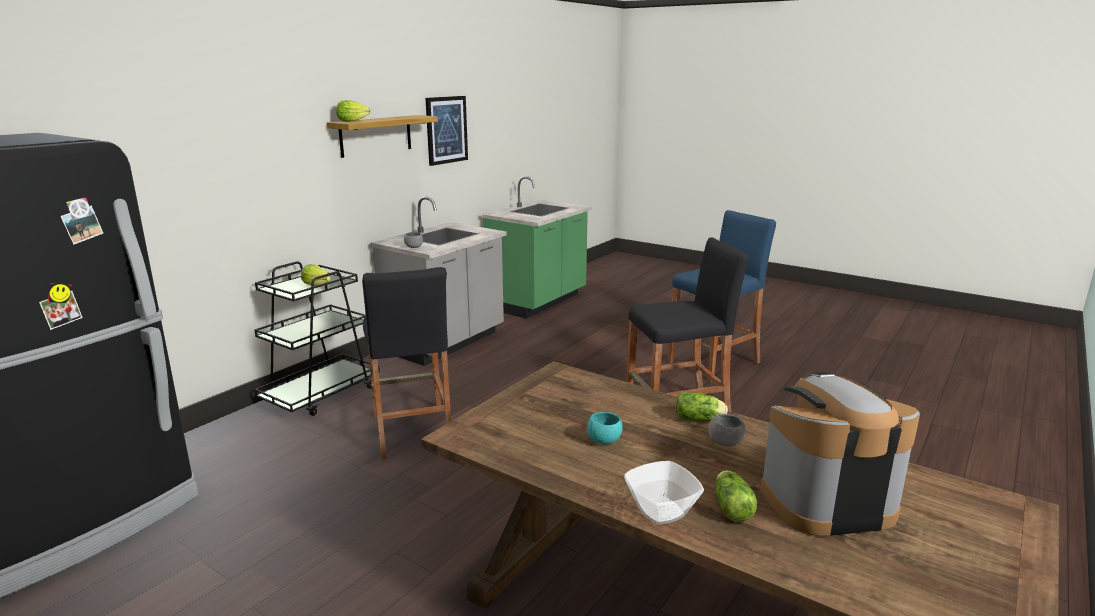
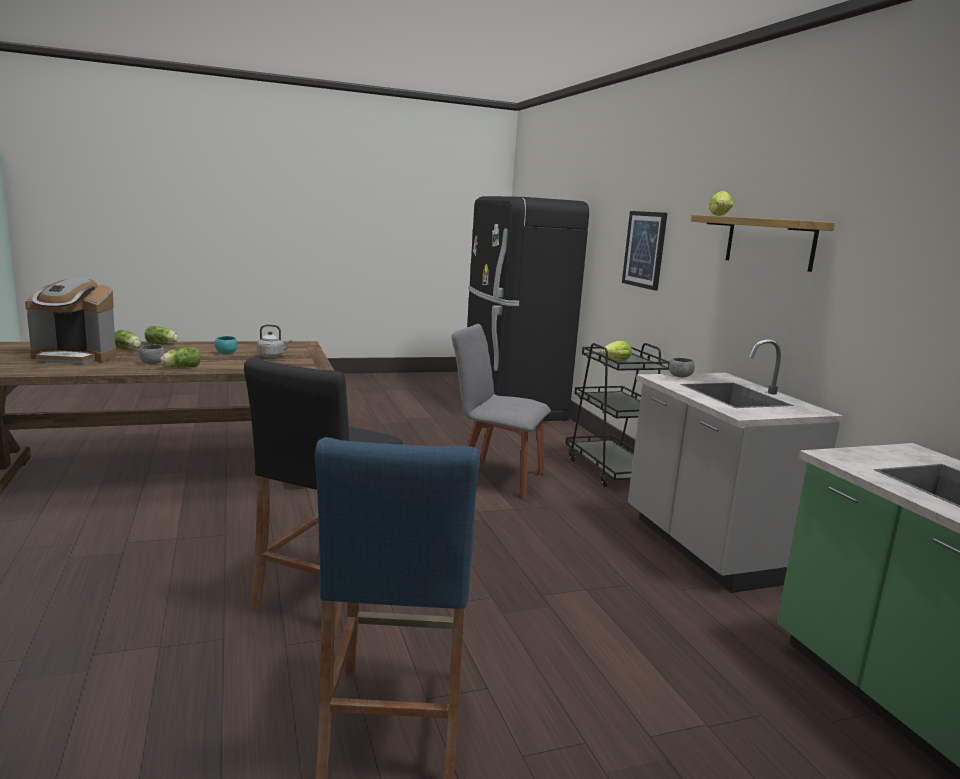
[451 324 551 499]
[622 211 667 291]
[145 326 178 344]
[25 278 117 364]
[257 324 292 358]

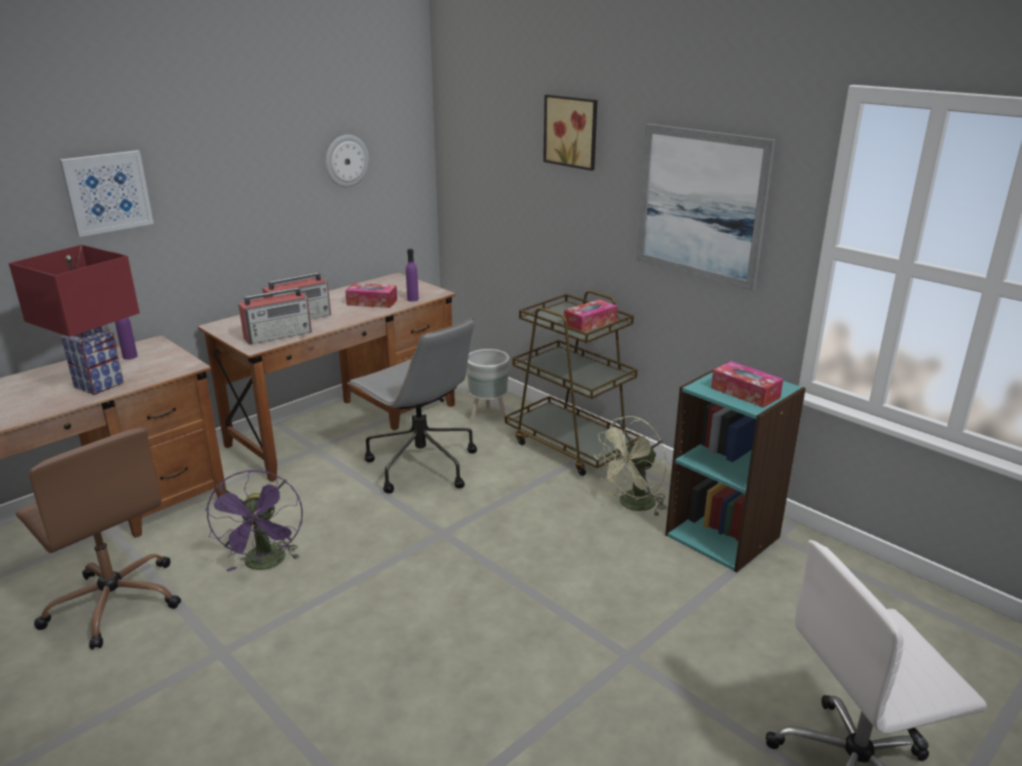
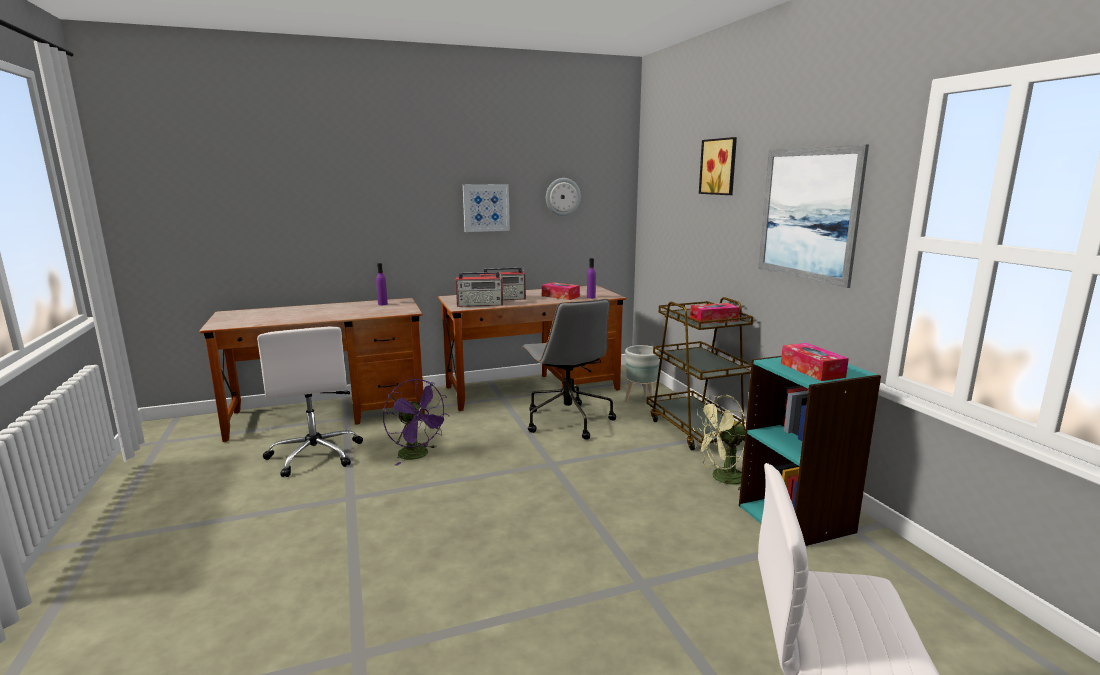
[9 245 140 395] (first image)
[257 327 363 477]
[463 184 510 232]
[383 379 449 466]

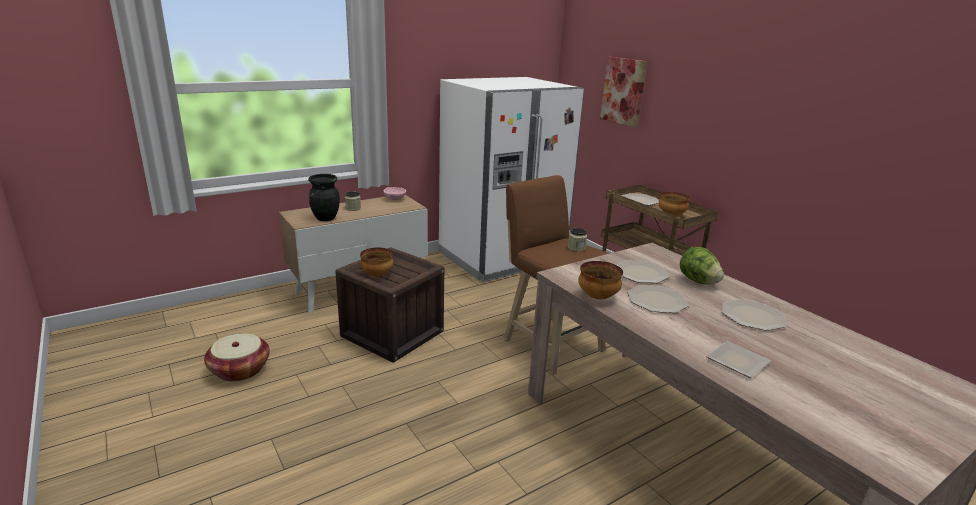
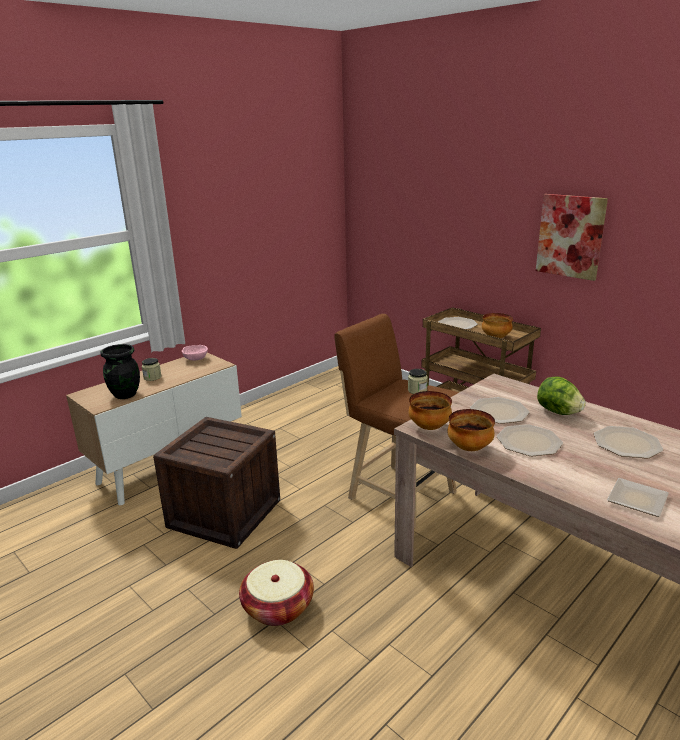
[239 560 314 626]
[408 391 452 430]
[439 77 584 282] (first image)
[536 194 608 281]

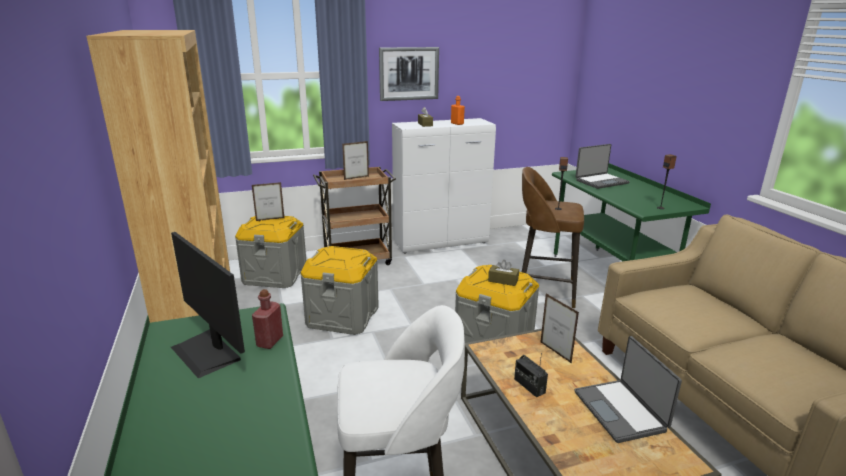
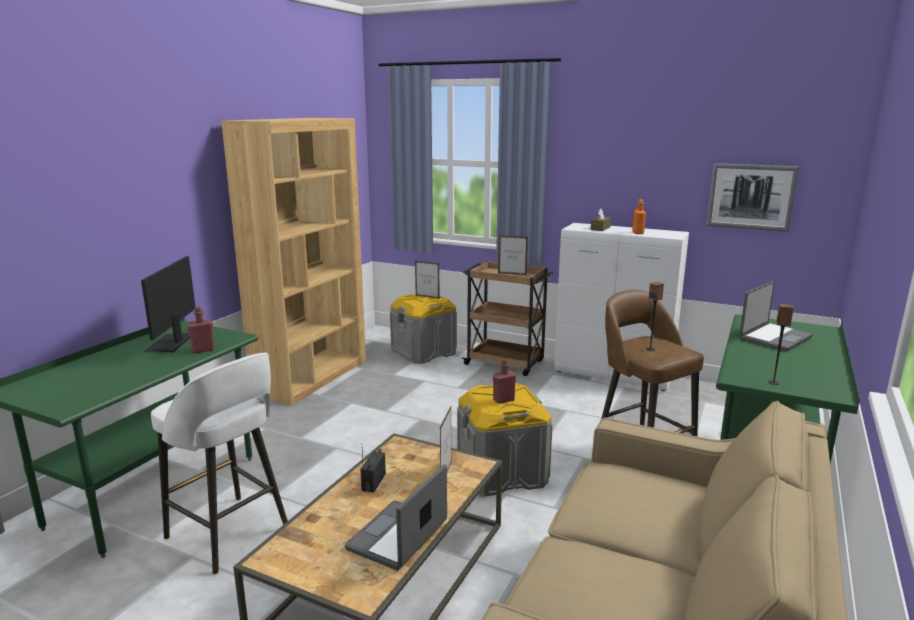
[301 246 379 335] (first image)
[706 163 799 232]
[493 359 516 404]
[740 281 813 351]

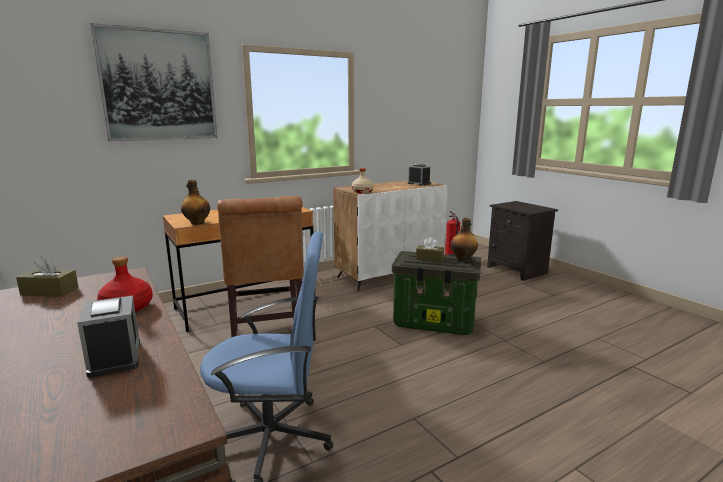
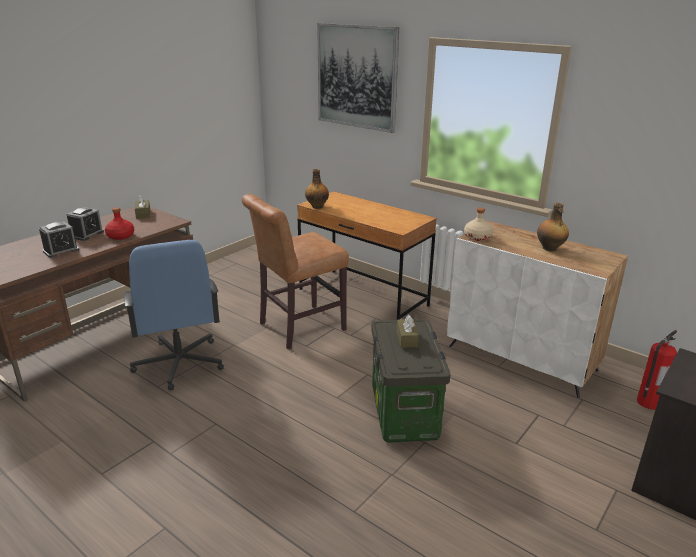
[67 207 104 241]
[537 203 569 251]

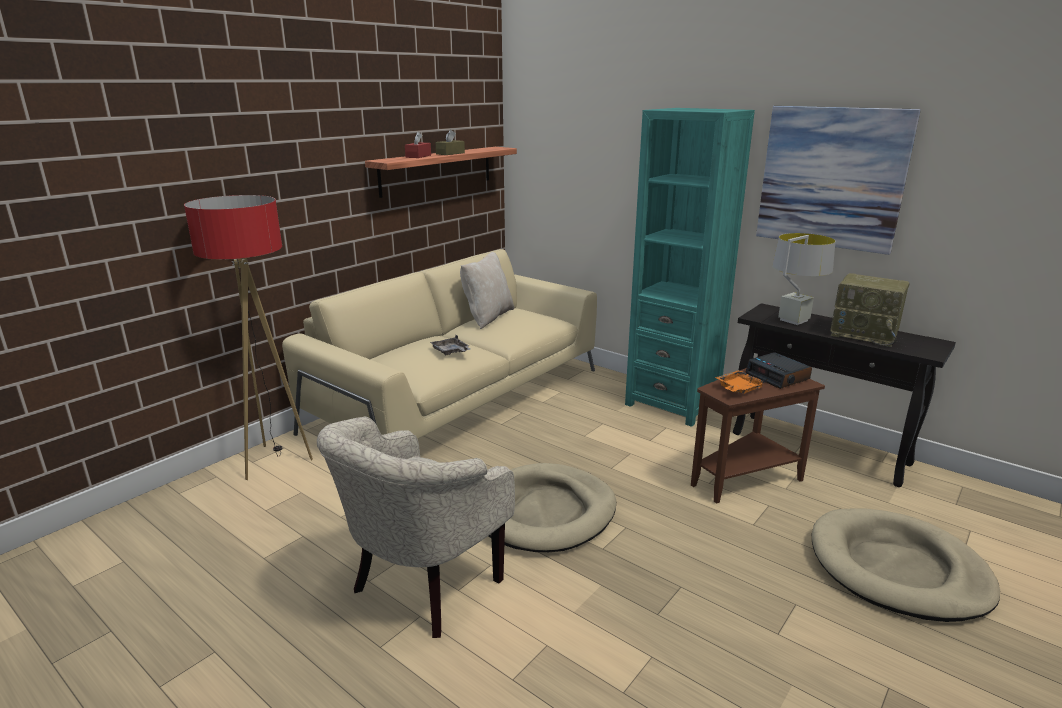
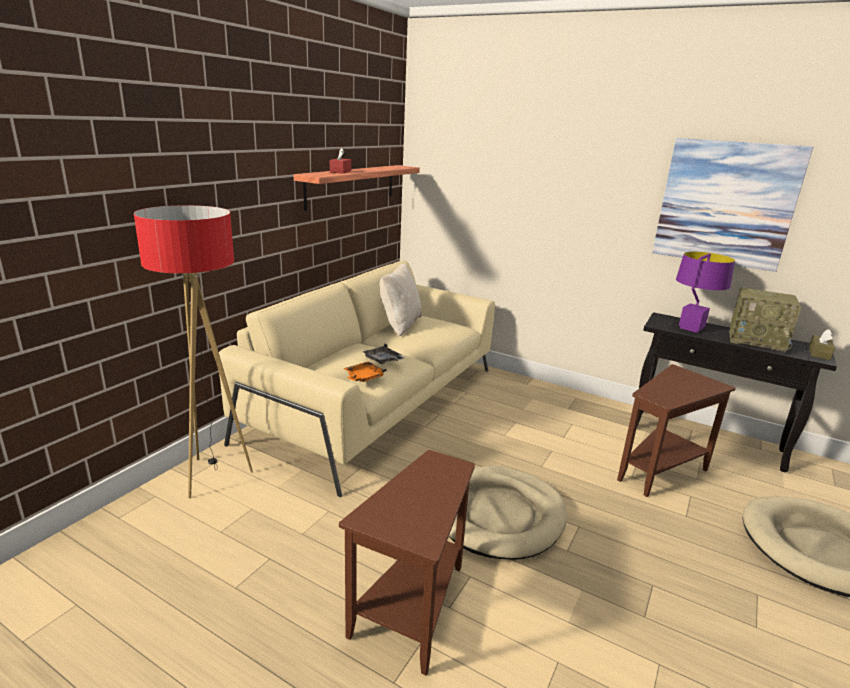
[339 450 475 676]
[809 329 835 360]
[625 108 755 427] (first image)
[344 361 387 382]
[746 352 812 389] (first image)
[676 252 735 333]

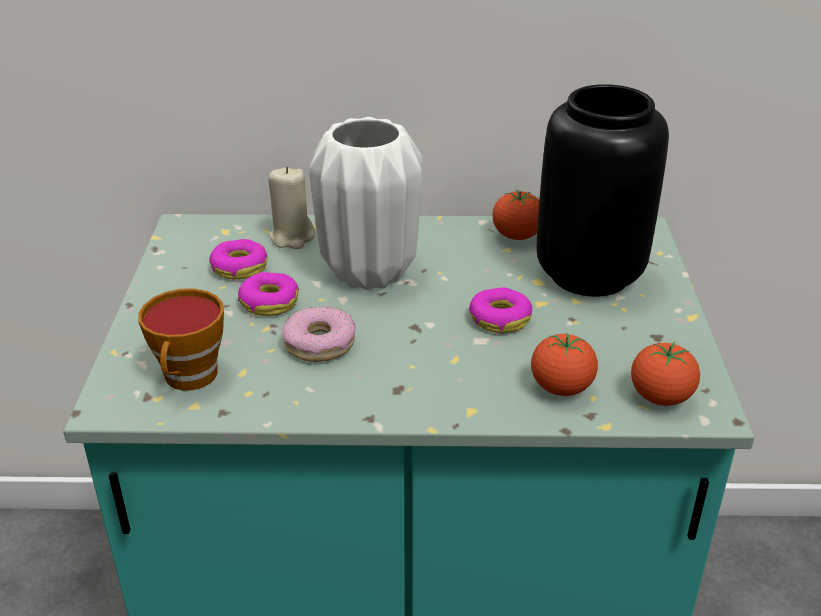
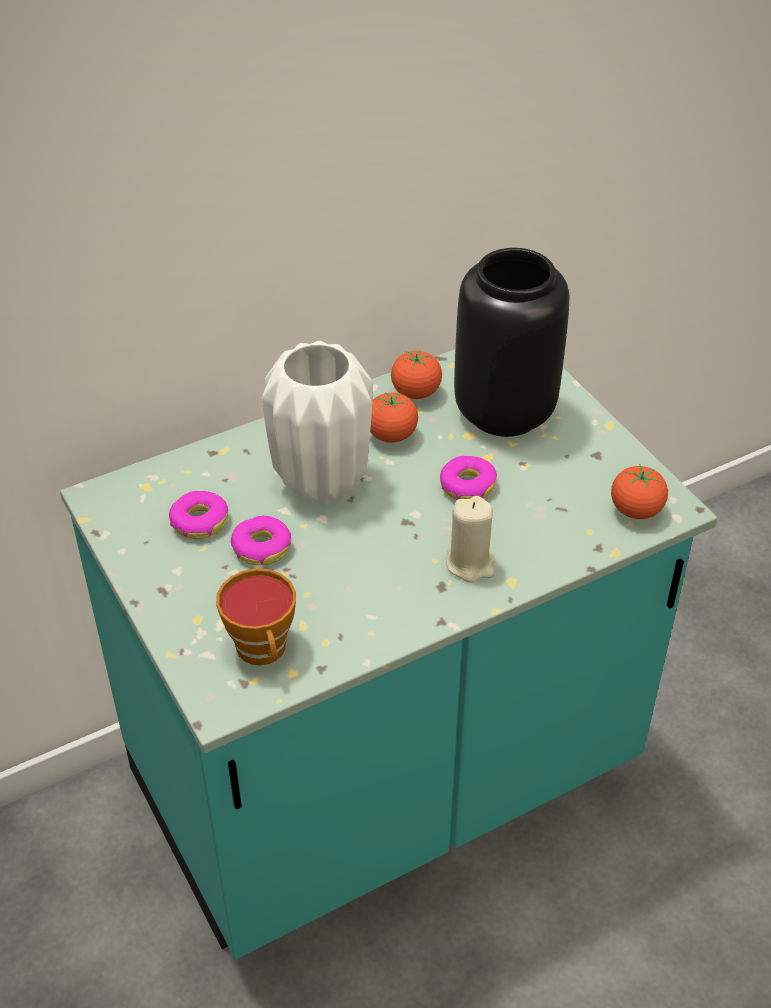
[446 496 495 583]
[282 307 356 362] (first image)
[370 392 418 443]

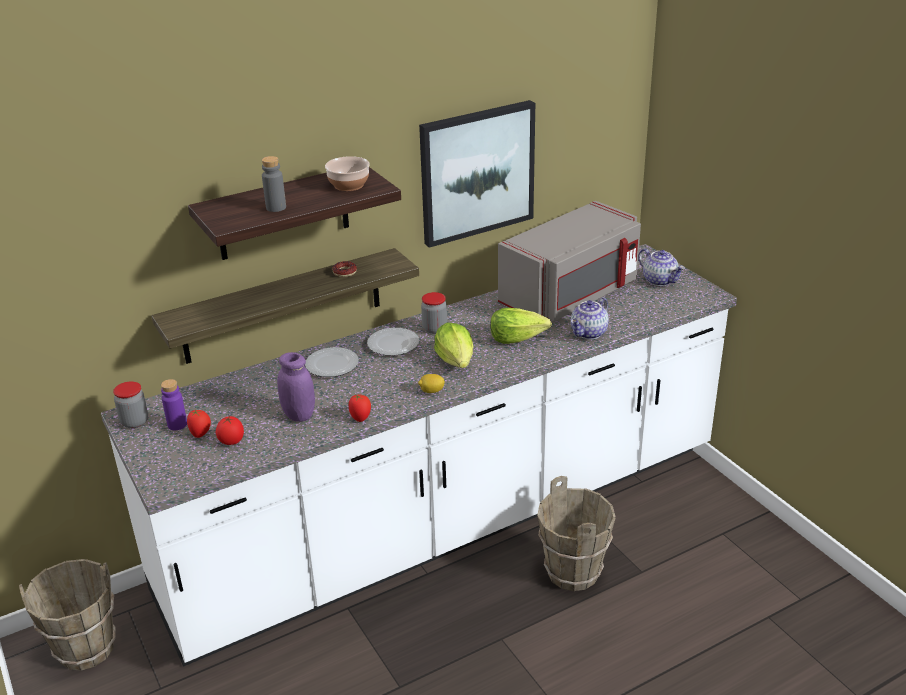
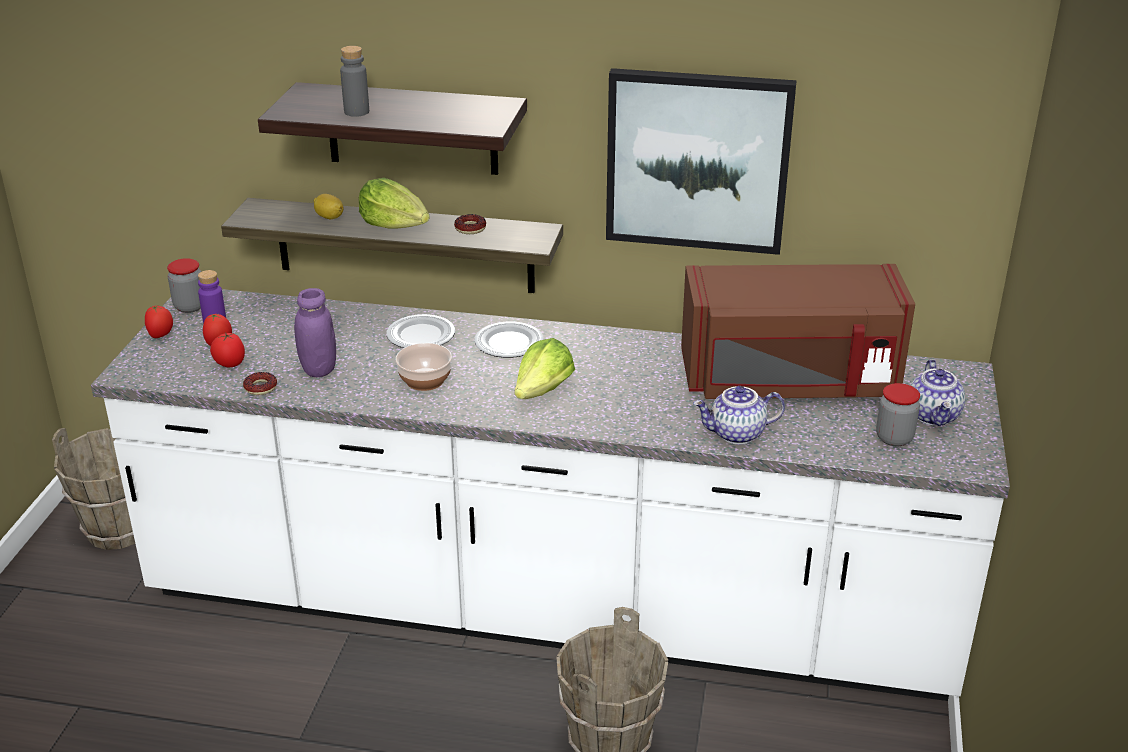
[395 343 452 391]
[145 305 173 338]
[314 194 343 219]
[876 383 920 446]
[359 178 430 228]
[681 264 915 399]
[243 372 277 395]

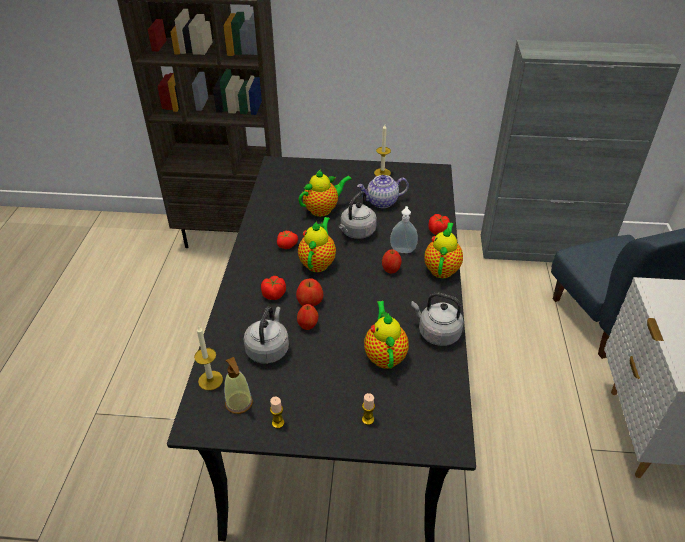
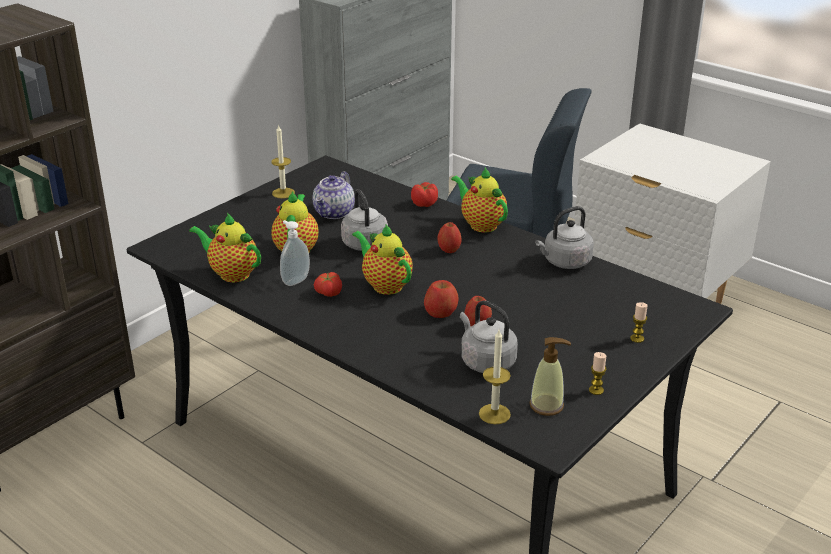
[261 276 286 300] (first image)
[189 213 261 282]
[280 220 310 286]

